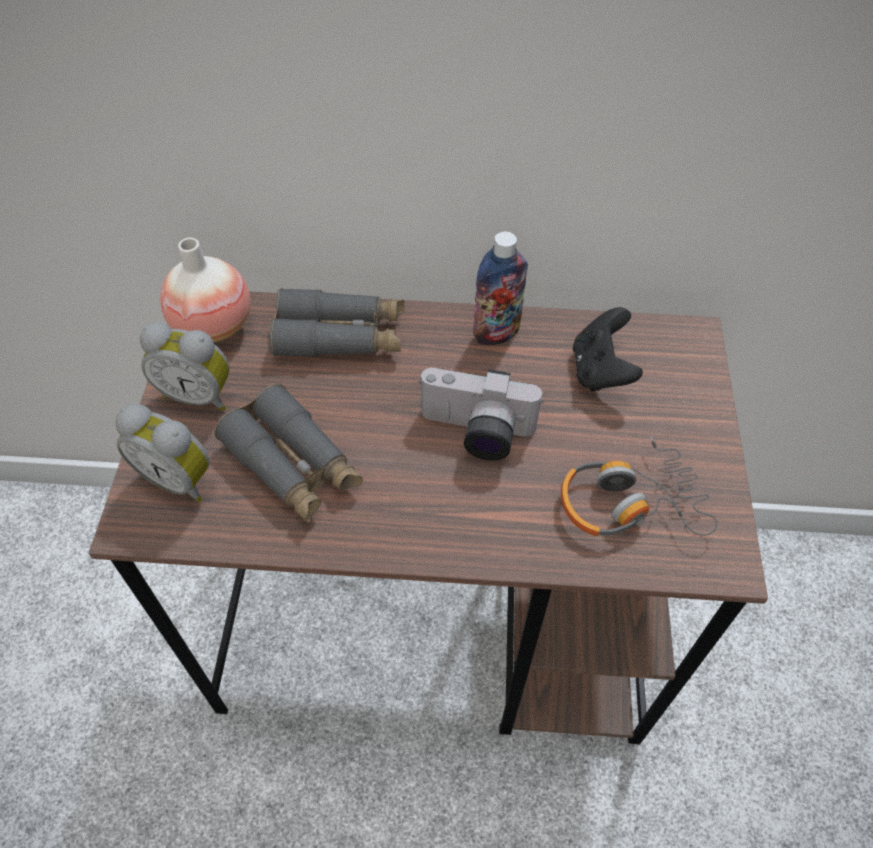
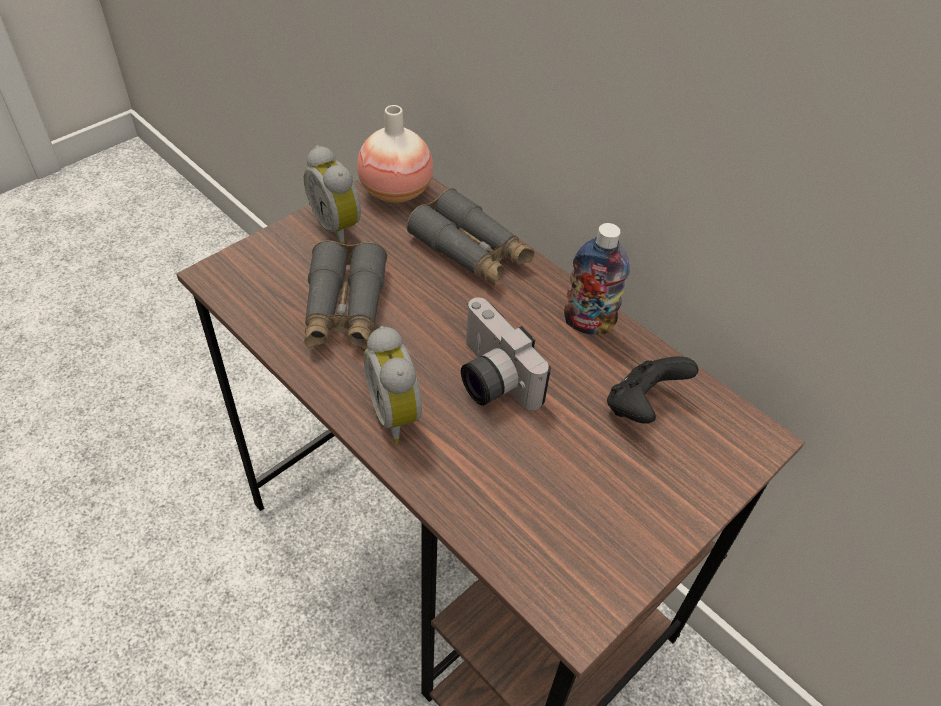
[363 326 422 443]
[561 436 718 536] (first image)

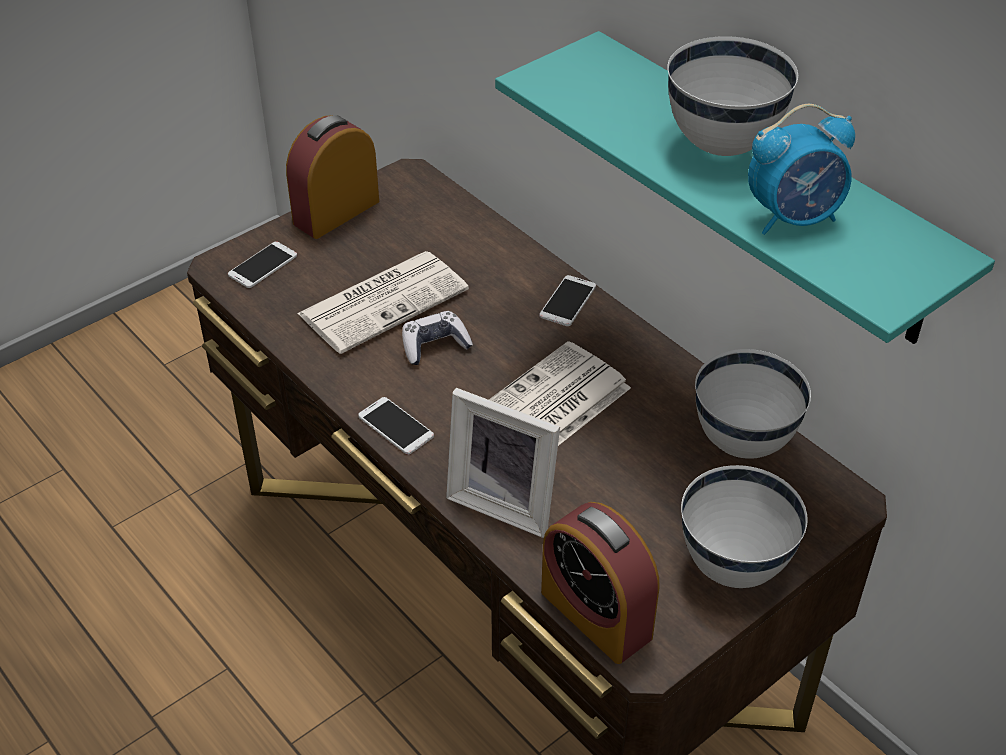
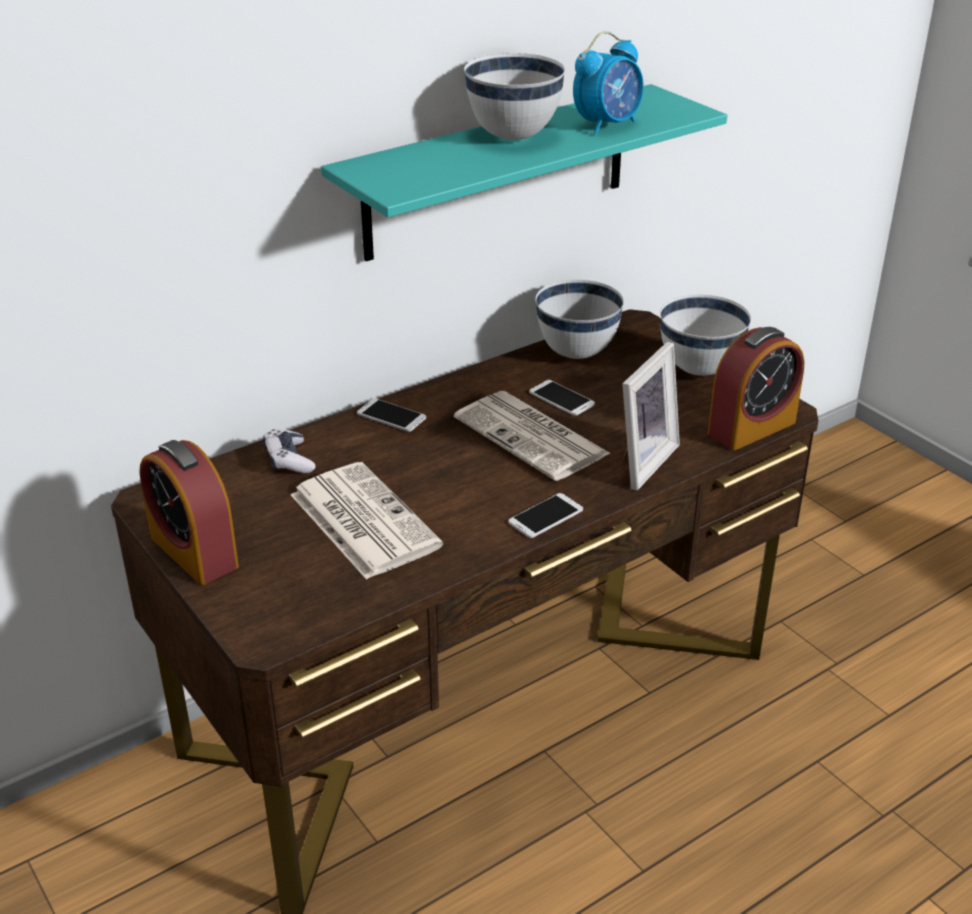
[529 380 595 416]
[263 429 315 473]
[573 31 644 135]

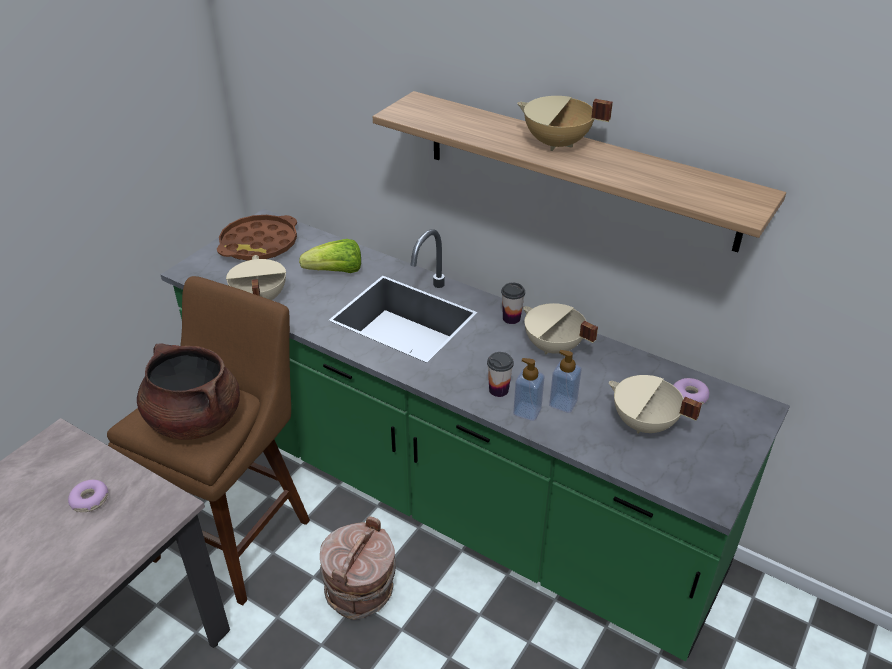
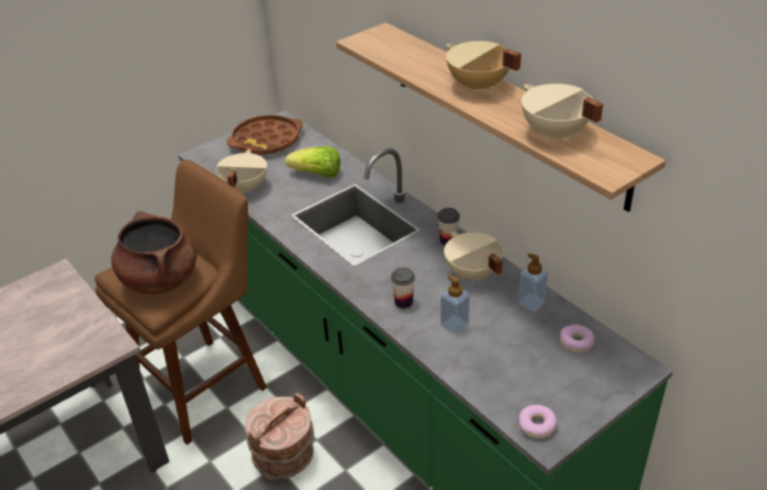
[518 405 557 438]
[518 253 548 312]
[521 84 603 140]

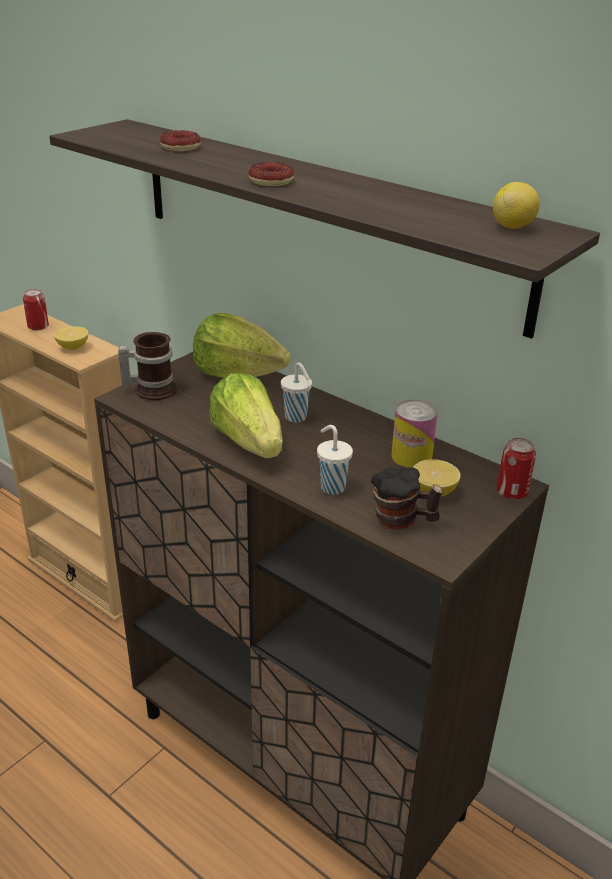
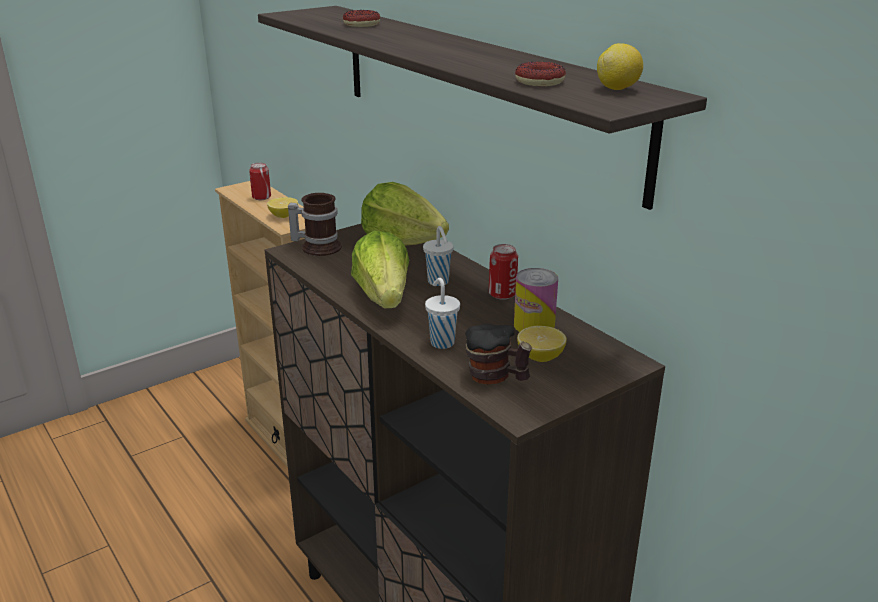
[515 61 566 86]
[489 244 518 300]

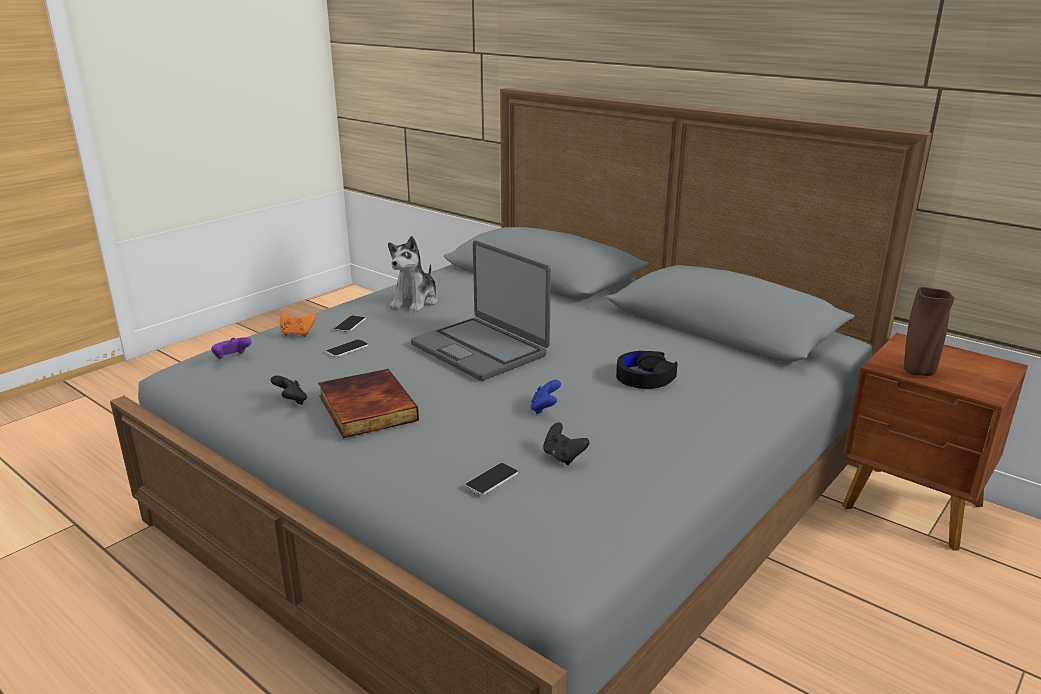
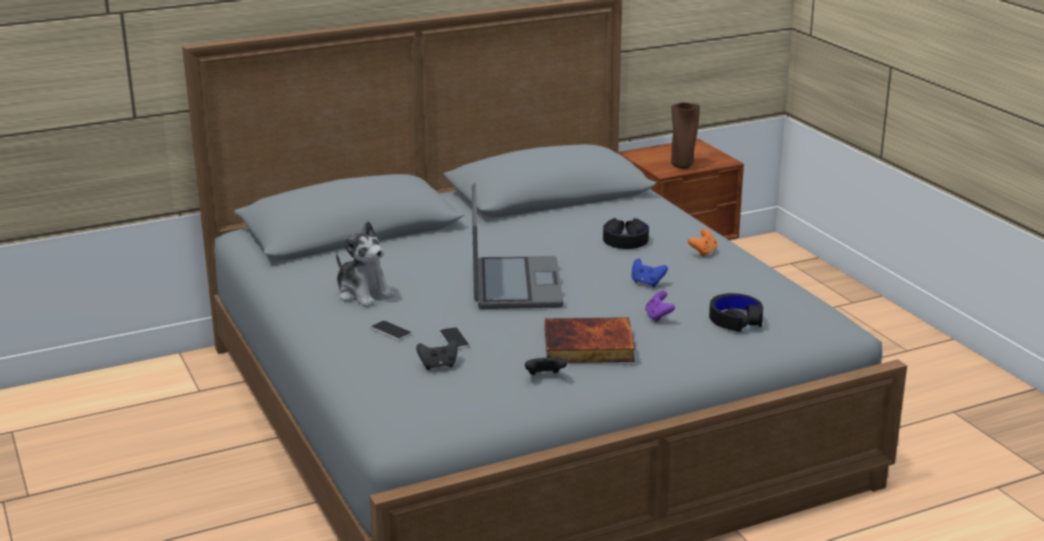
[645 291 675 322]
[688 229 717 257]
[472 183 564 309]
[709 293 763 332]
[416 339 458 370]

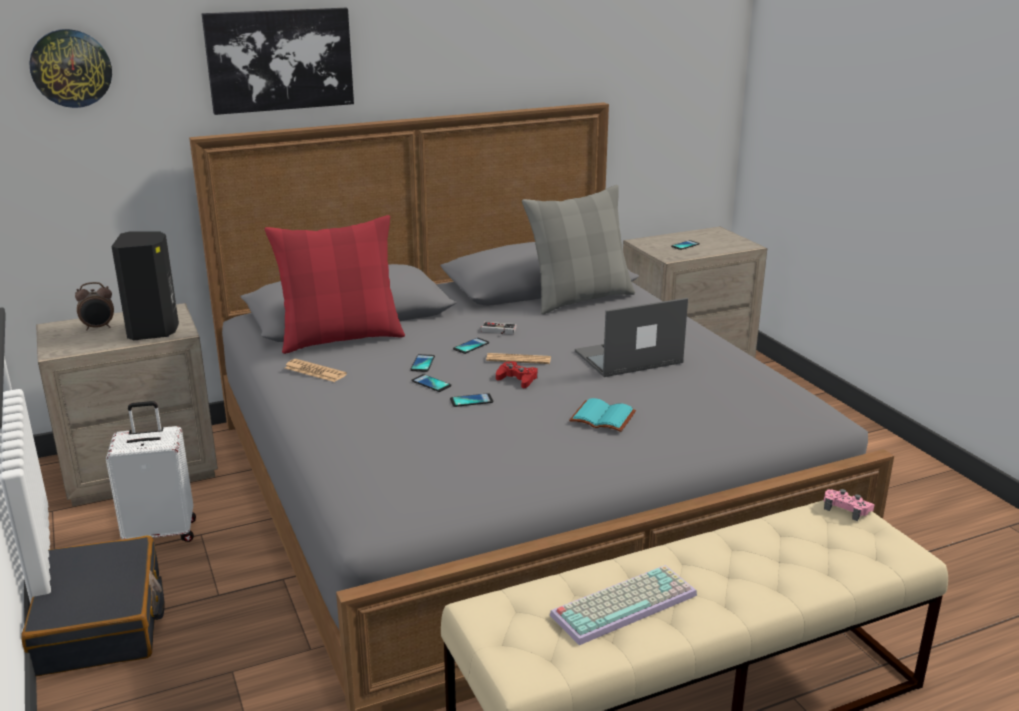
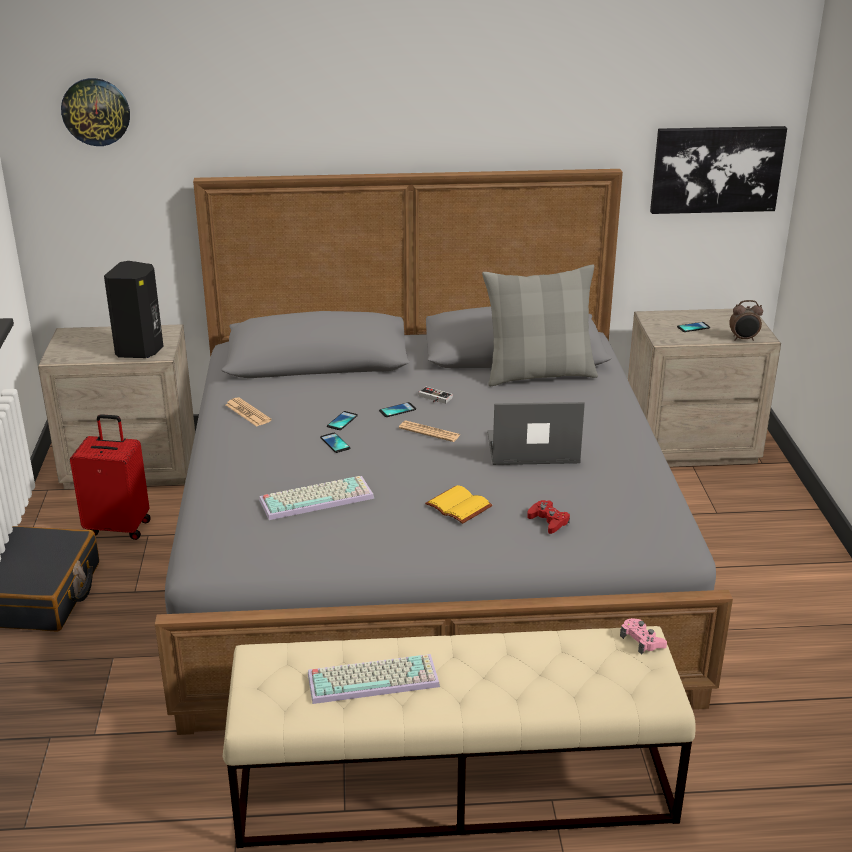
[729 300 763 341]
[70 414 151 540]
[650 126 787 214]
[265 215 405 354] (first image)
[450 393 493 407] (first image)
[527 500 570 534]
[425 485 492 524]
[259 476 374 520]

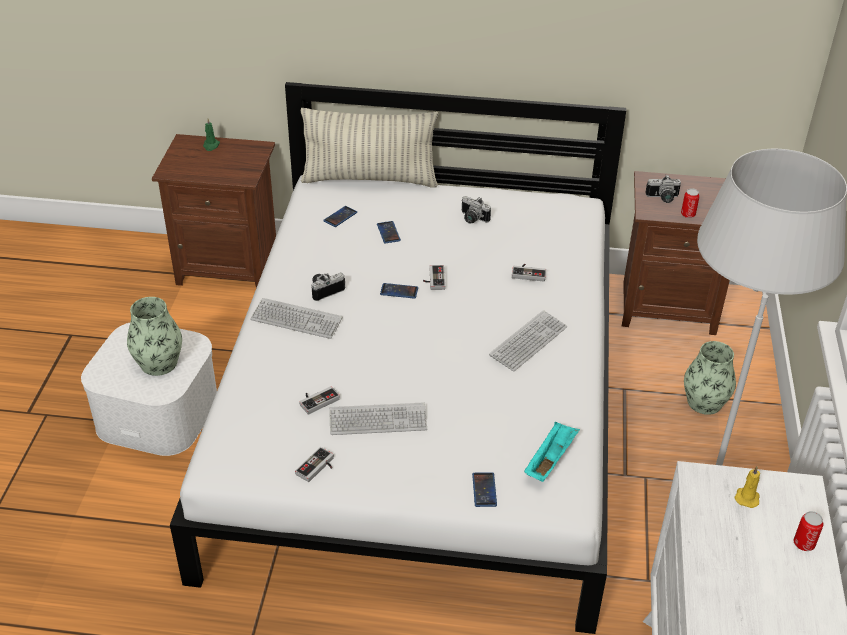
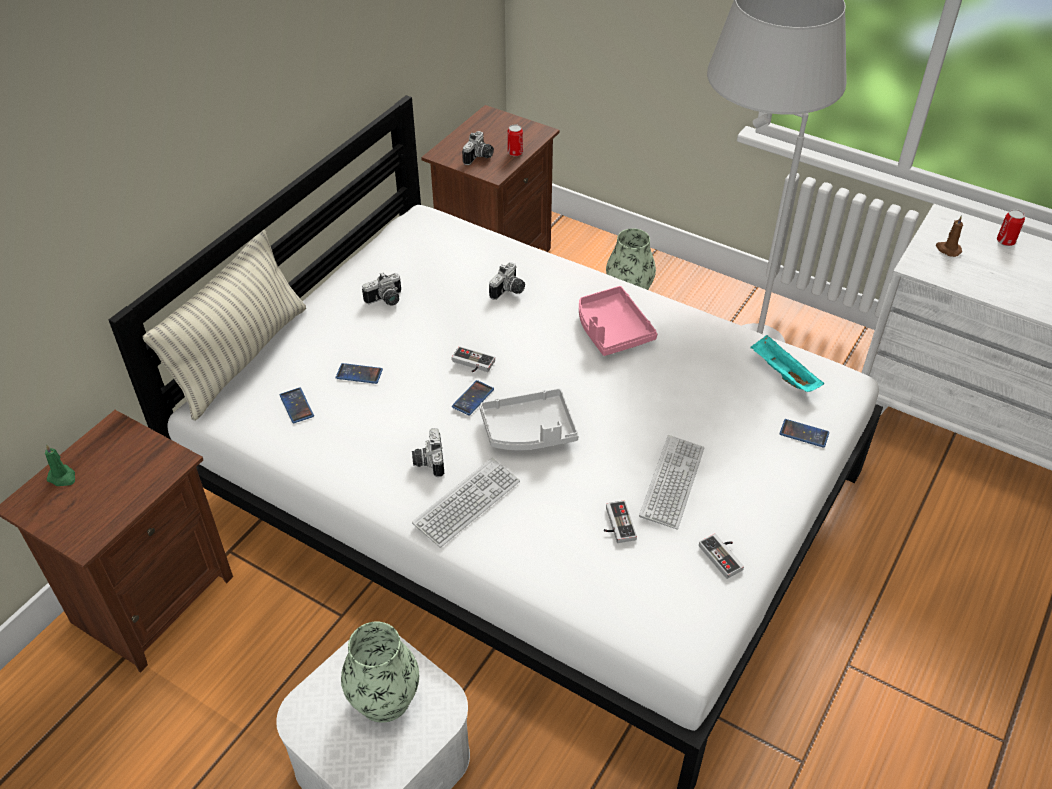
[579 286 657 356]
[489 262 525 300]
[936 215 963 257]
[479 388 579 450]

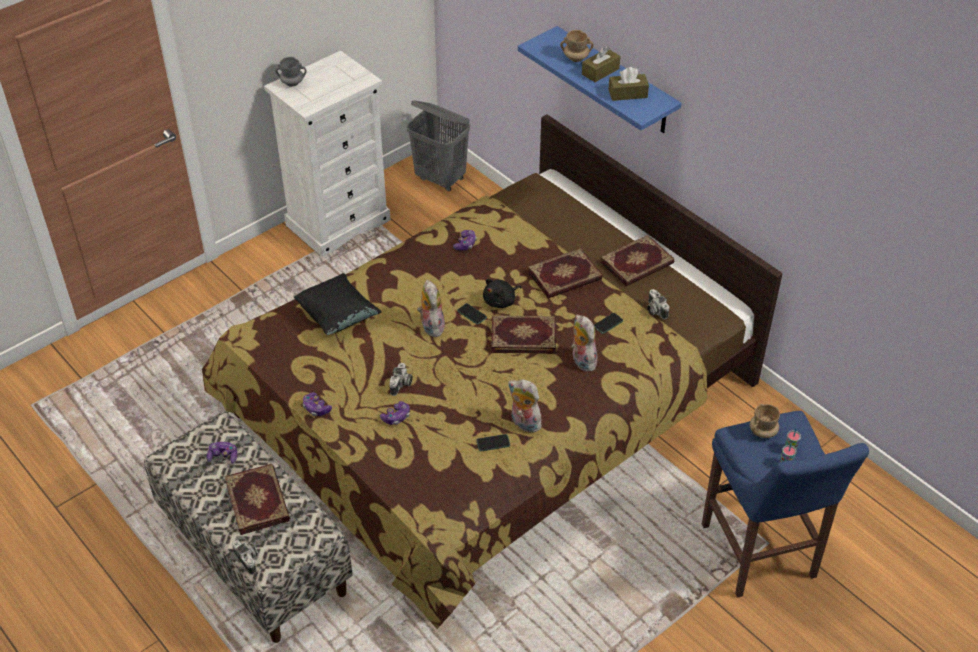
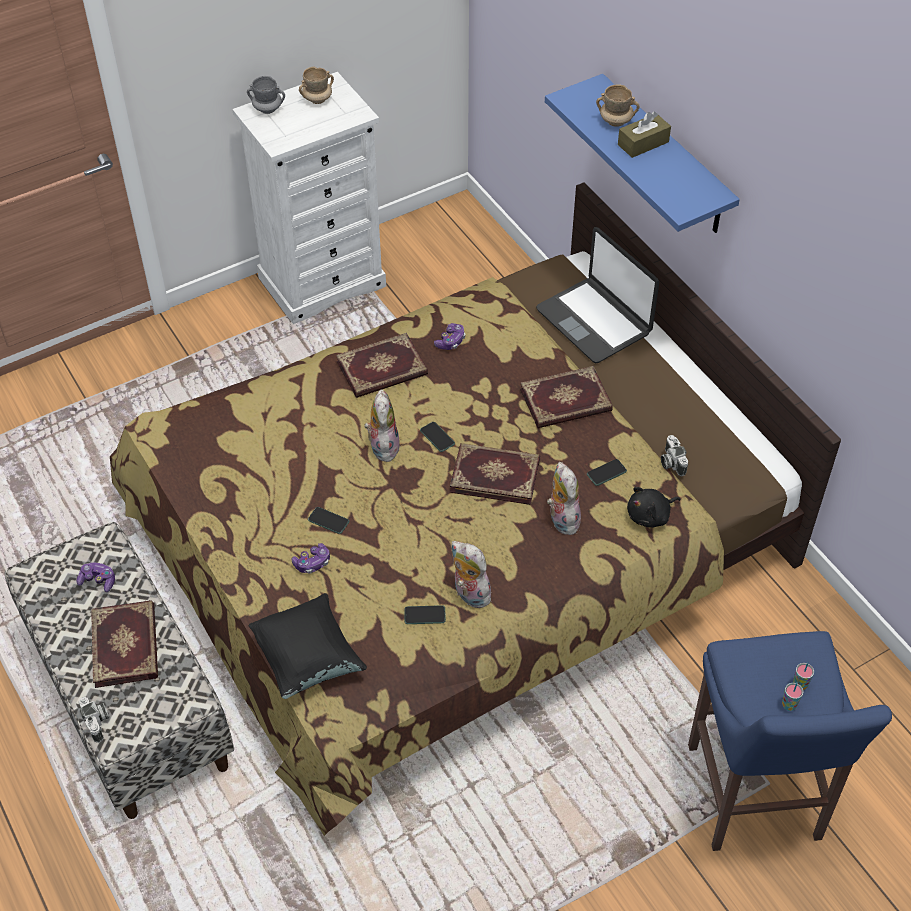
[249 593 367 699]
[303 392 332 416] (first image)
[308 507 349 534]
[407 100 470 191] (first image)
[627 487 680 528]
[336 333 428 398]
[608 67 649 101] (first image)
[299 66 334 104]
[536 227 659 363]

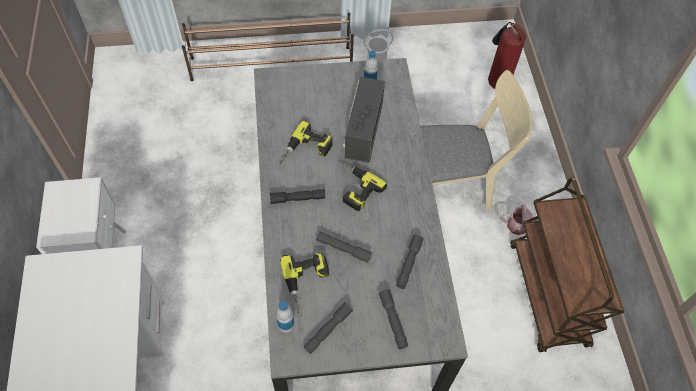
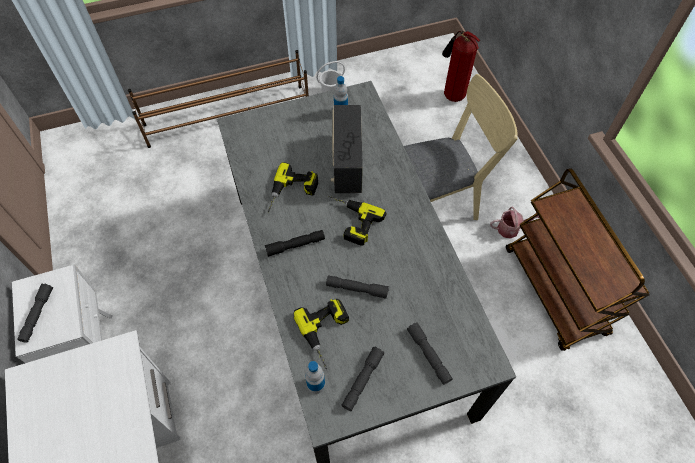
[17 283 53 343]

